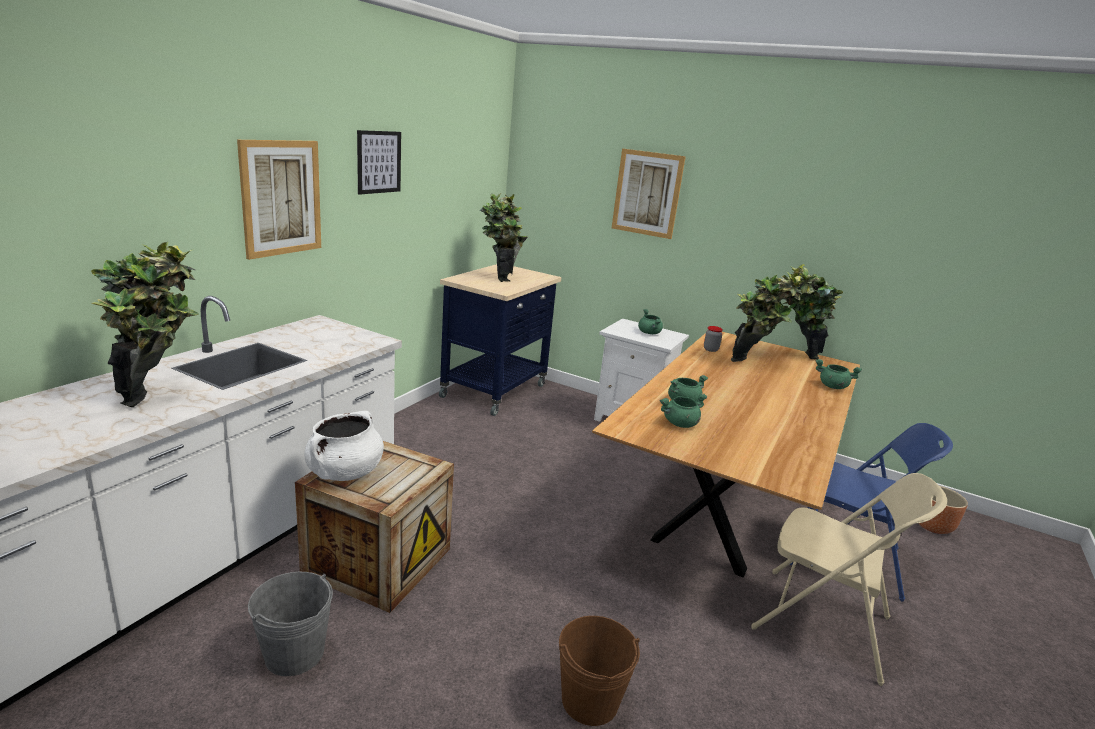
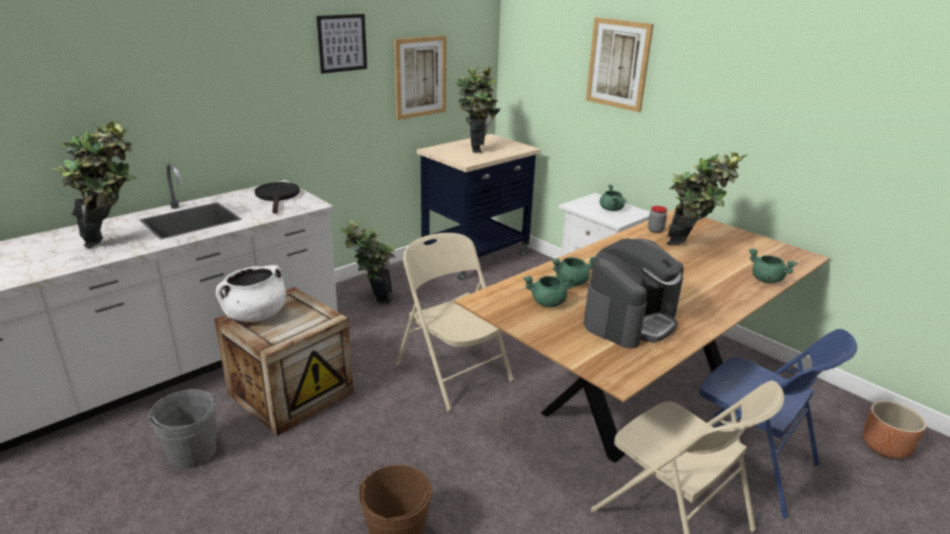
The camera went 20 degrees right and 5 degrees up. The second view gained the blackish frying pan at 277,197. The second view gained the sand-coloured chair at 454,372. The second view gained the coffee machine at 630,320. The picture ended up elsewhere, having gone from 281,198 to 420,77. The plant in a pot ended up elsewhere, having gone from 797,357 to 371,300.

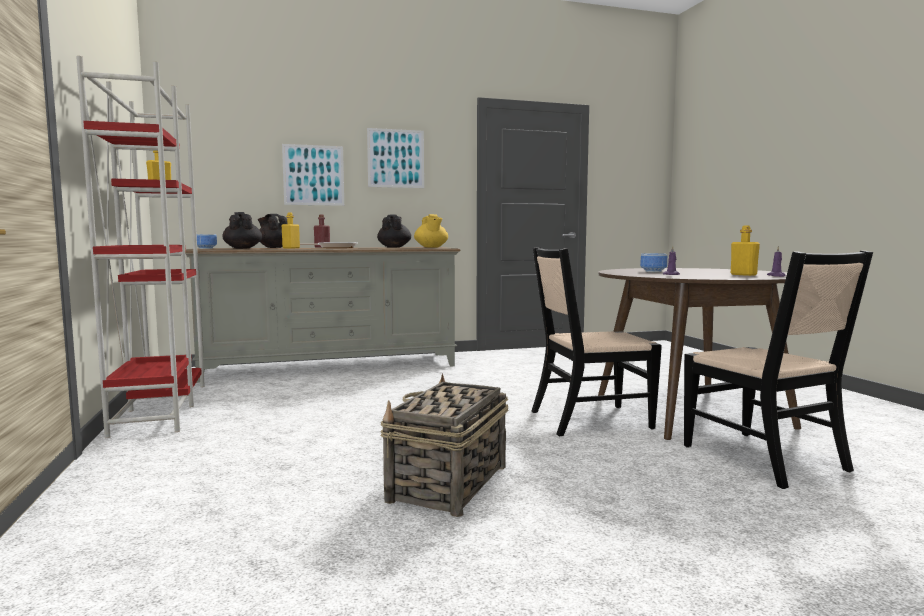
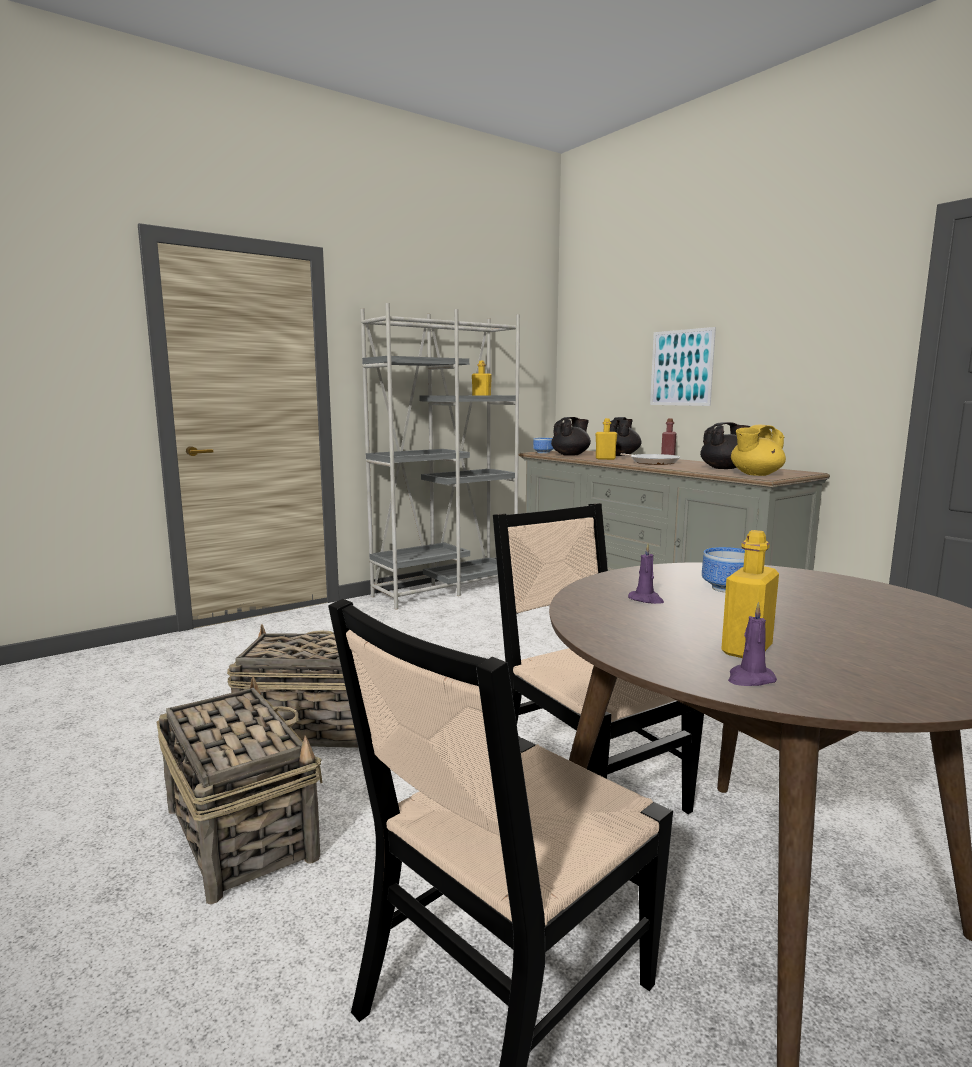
The camera went 70 degrees right and 5 degrees up. The second view lost the picture at 396,158. The second view gained the basket at 240,831. What was the reddish bookcase at 162,408 turned into the greyish bookcase at 447,589.

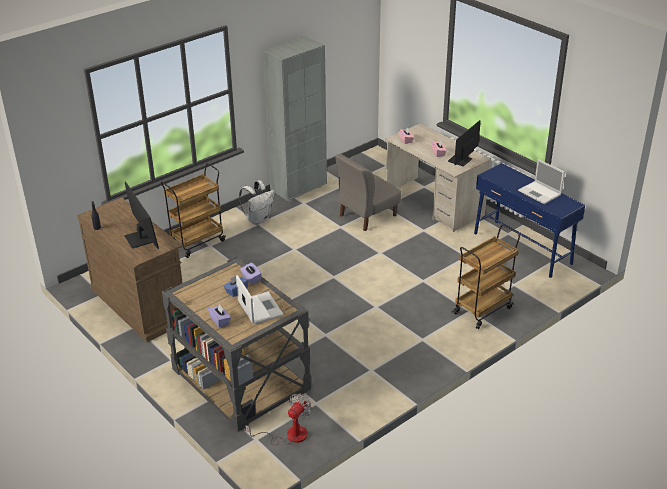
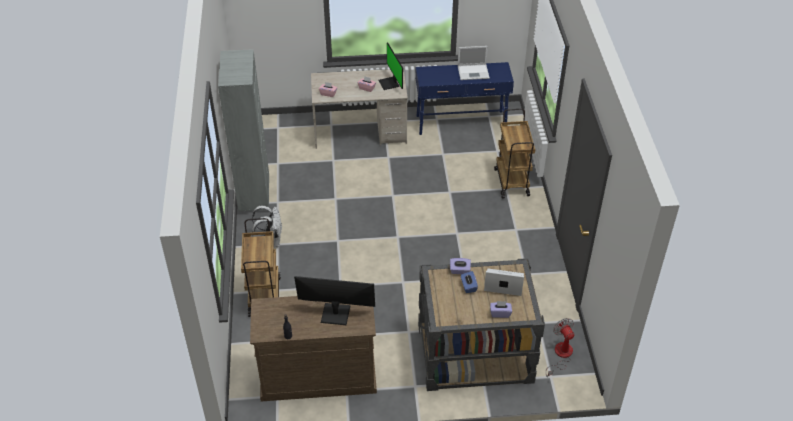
The camera went 55 degrees left and 10 degrees up. The second view lost the greyish chair at 367,215.

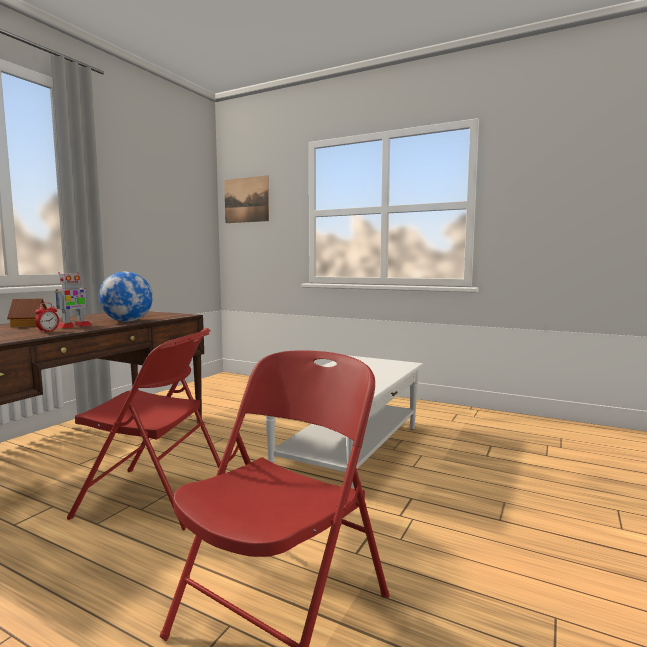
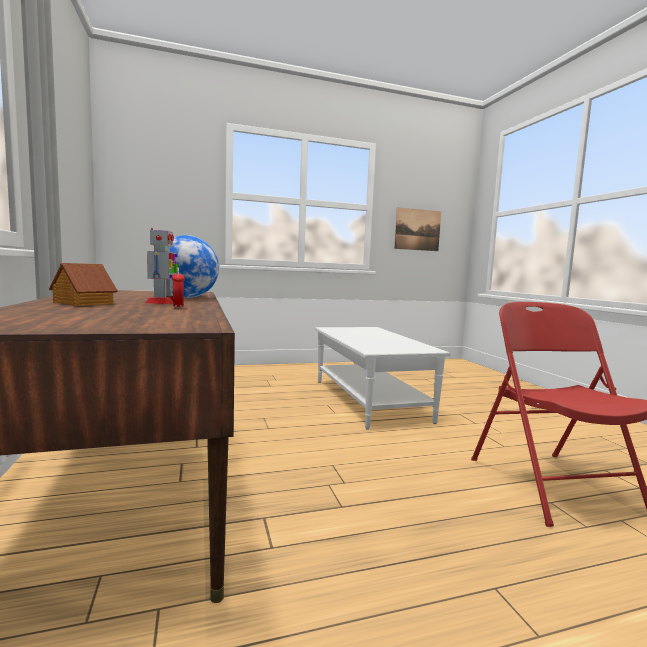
The camera went 45 degrees left and 0 degrees up. The second view lost the reddish chair at 154,496. The picture ended up elsewhere, having gone from 246,200 to 417,229.

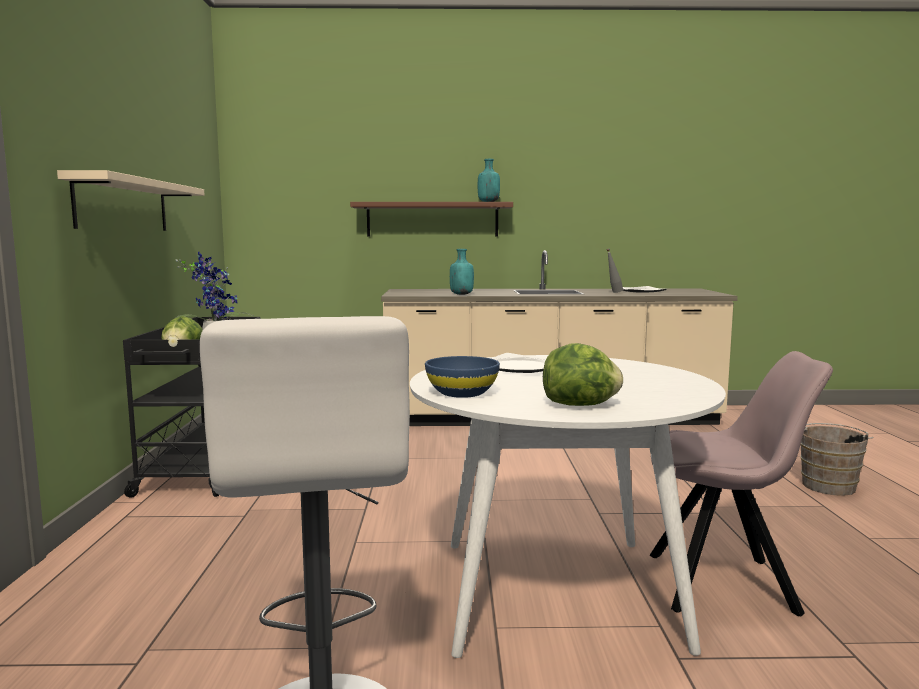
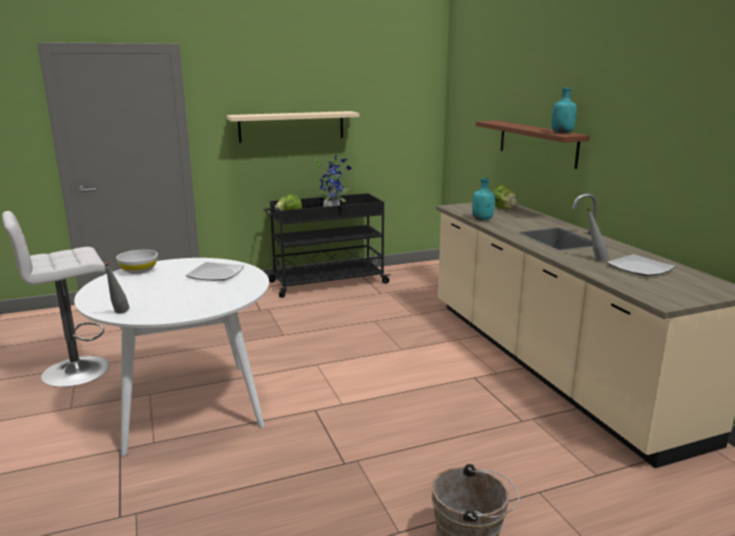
The camera went 70 degrees right and 10 degrees up. The second view lost the pinkish chair at 722,584. The second view gained the greyish bottle at 119,314. The head of lettuce ended up elsewhere, having gone from 580,405 to 503,208. What was the blue-coloured serving bowl at 462,393 turned into the whitish serving bowl at 139,270.

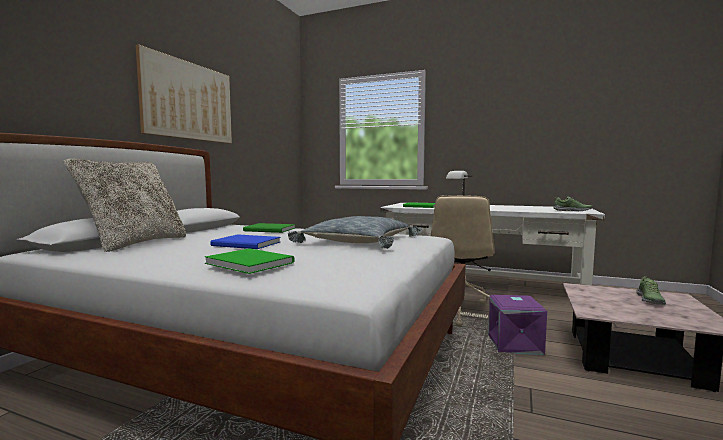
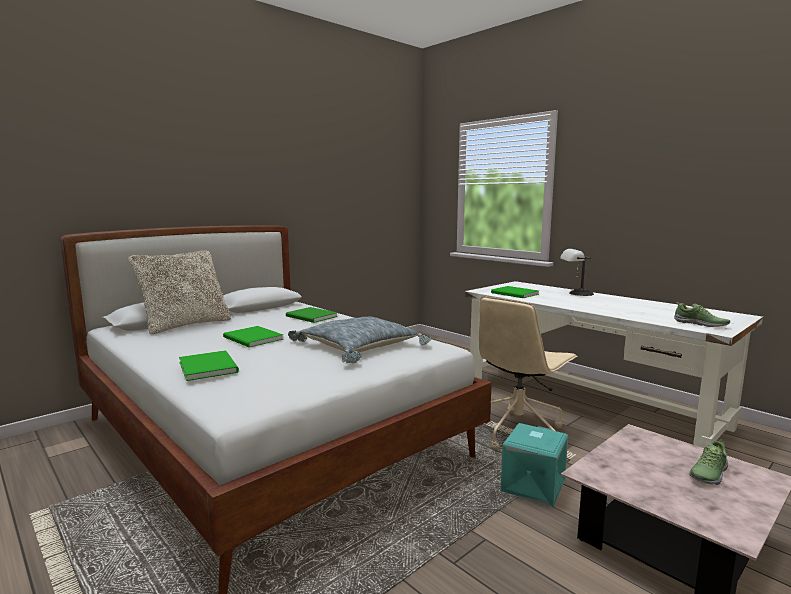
The camera went 25 degrees right and 5 degrees up. The second view lost the picture at 188,101. What was the blue-coloured book at 247,244 turned into the green book at 252,339. What was the purple storage box at 513,344 turned into the turquoise-coloured storage box at 532,485.

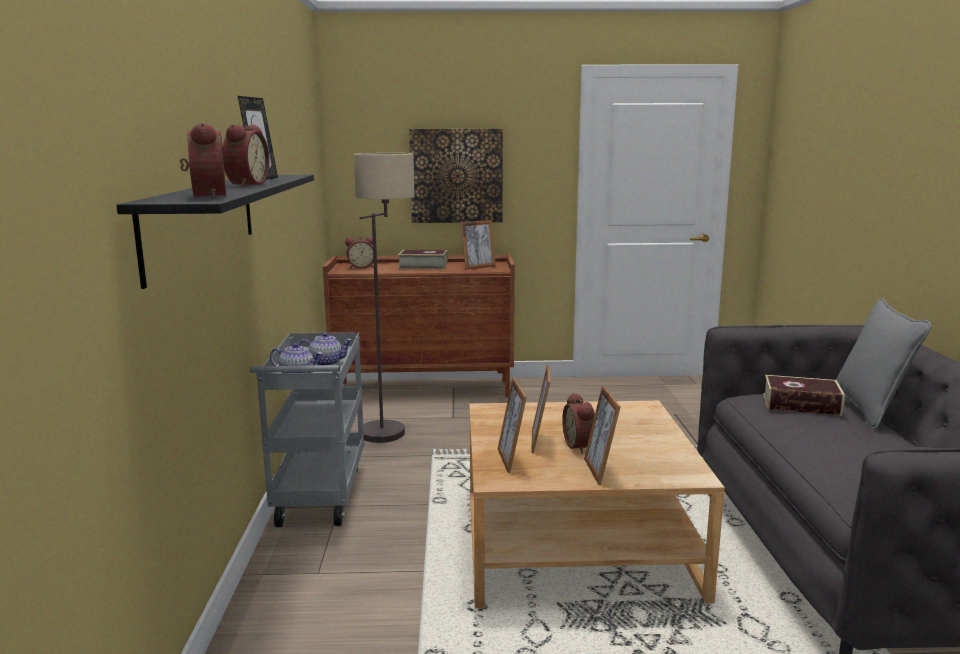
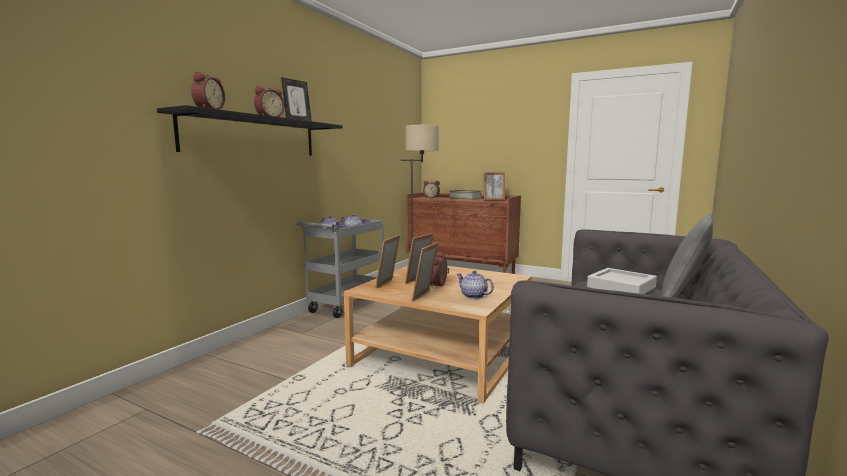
The camera went 30 degrees right and 5 degrees down. The second view lost the picture at 456,176. The second view gained the pot for tea at 473,296. Where the book stood at 801,404, the greyish serving tray came to stand at 621,287.

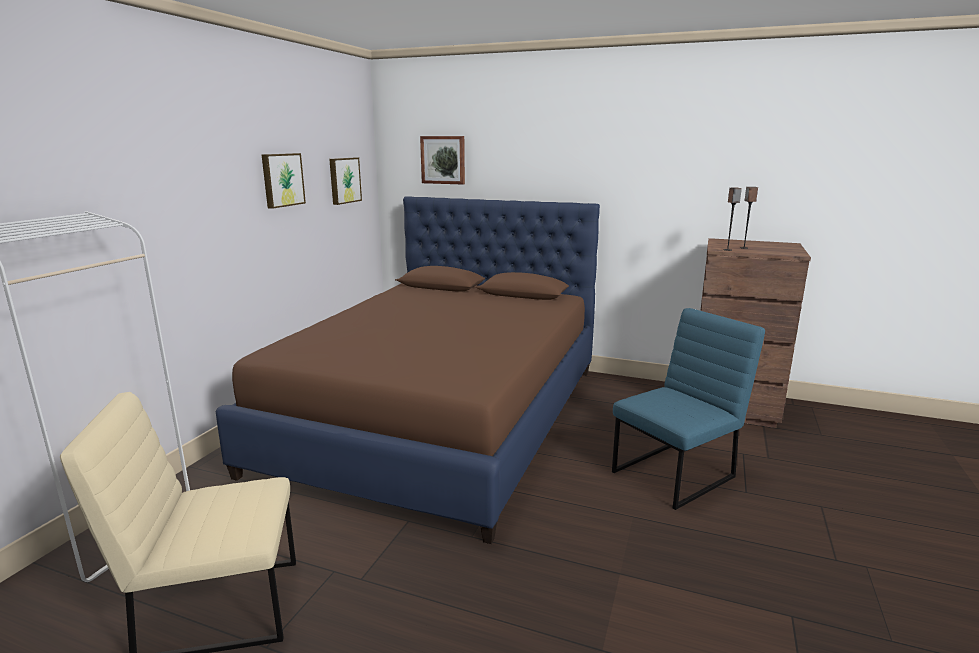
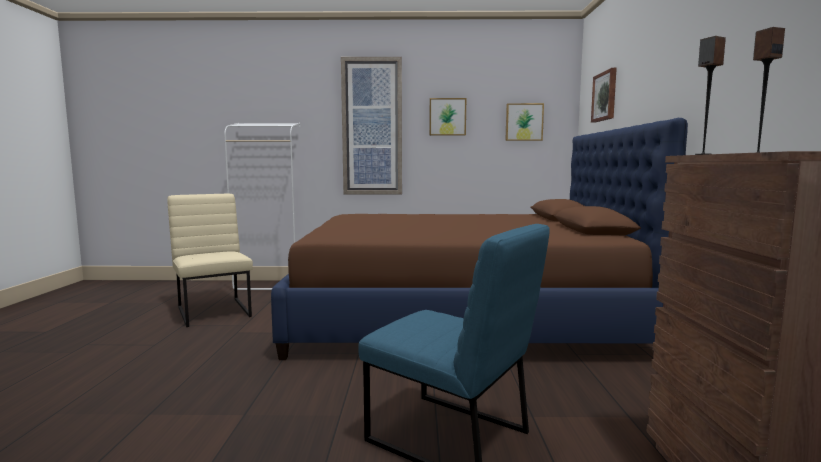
The camera went 70 degrees right and 10 degrees down. The second view gained the picture at 372,127.

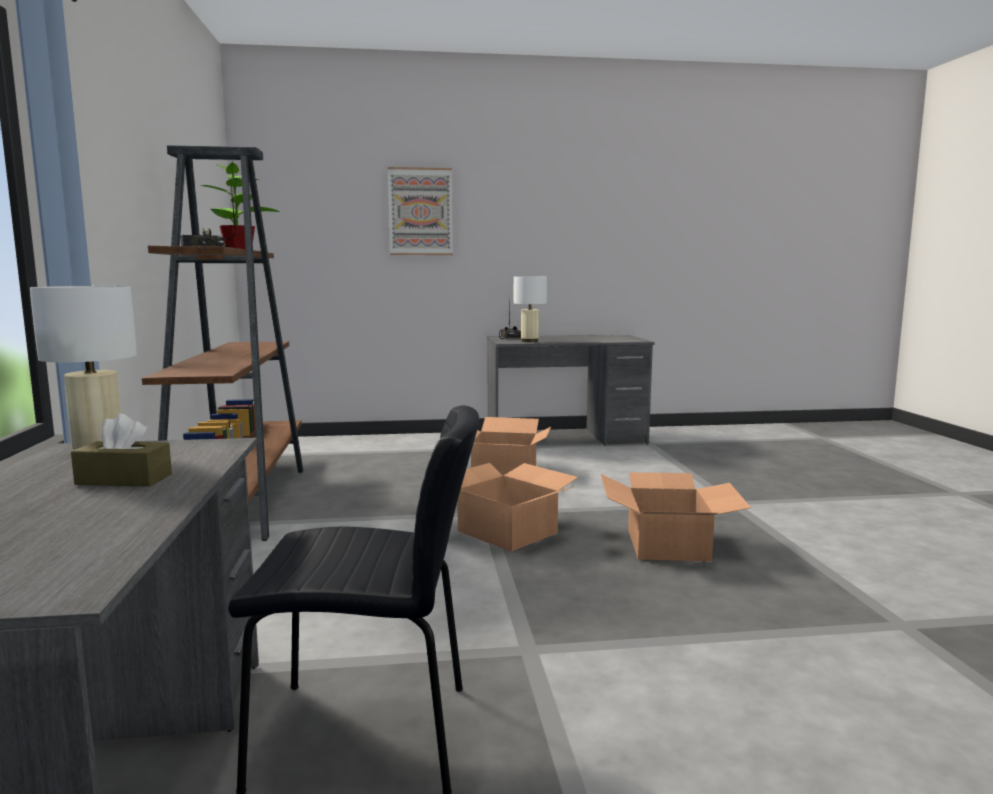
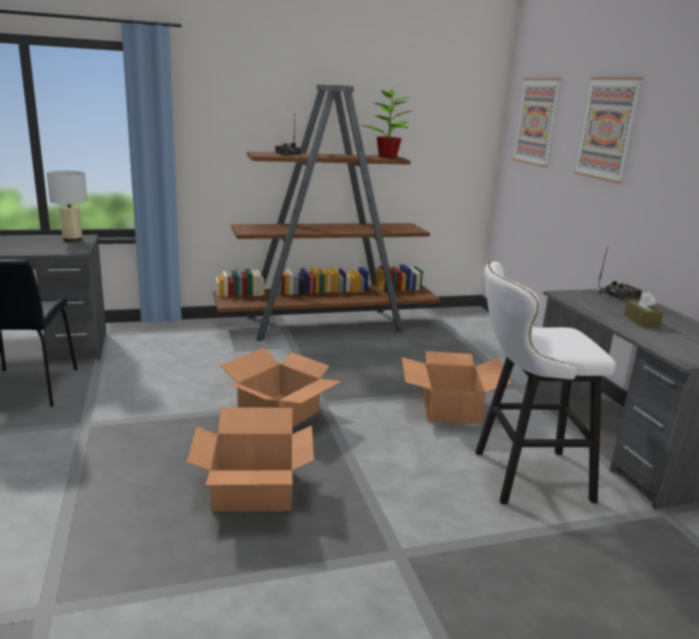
The camera went 80 degrees right and 10 degrees up. The second view lost the whitish table lamp at 530,341. The second view gained the whitish sitting stool at 518,476. The second view gained the picture at 536,121. The brownish tissue holder ended up elsewhere, having gone from 124,479 to 641,321.

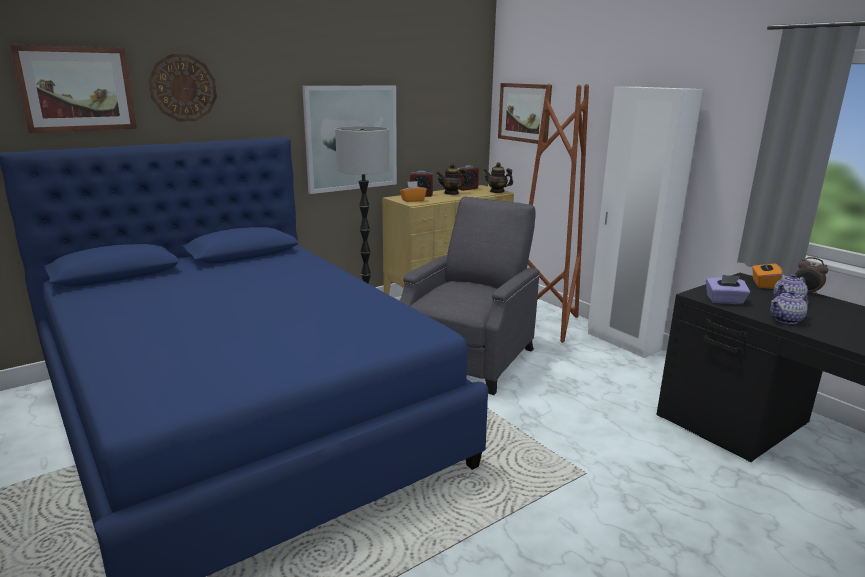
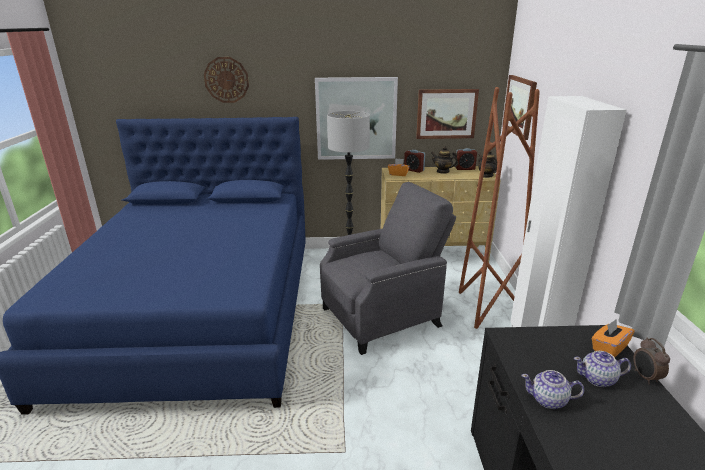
The camera went 35 degrees right and 5 degrees up. The second view lost the purple tissue holder at 725,301. The picture ended up elsewhere, having gone from 77,89 to 446,114.

